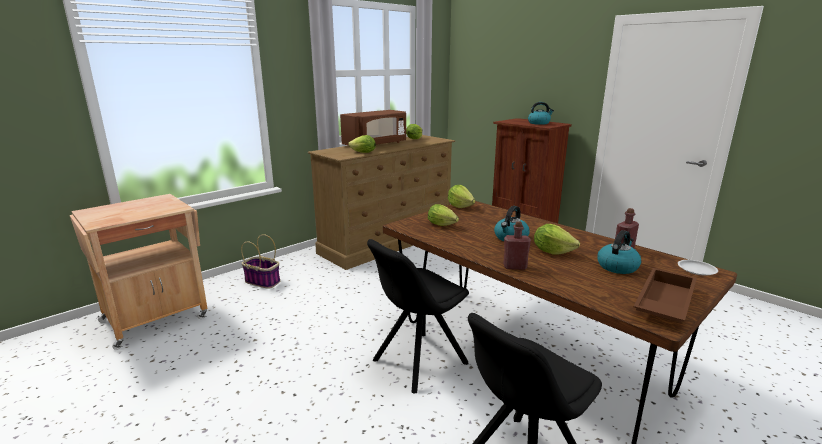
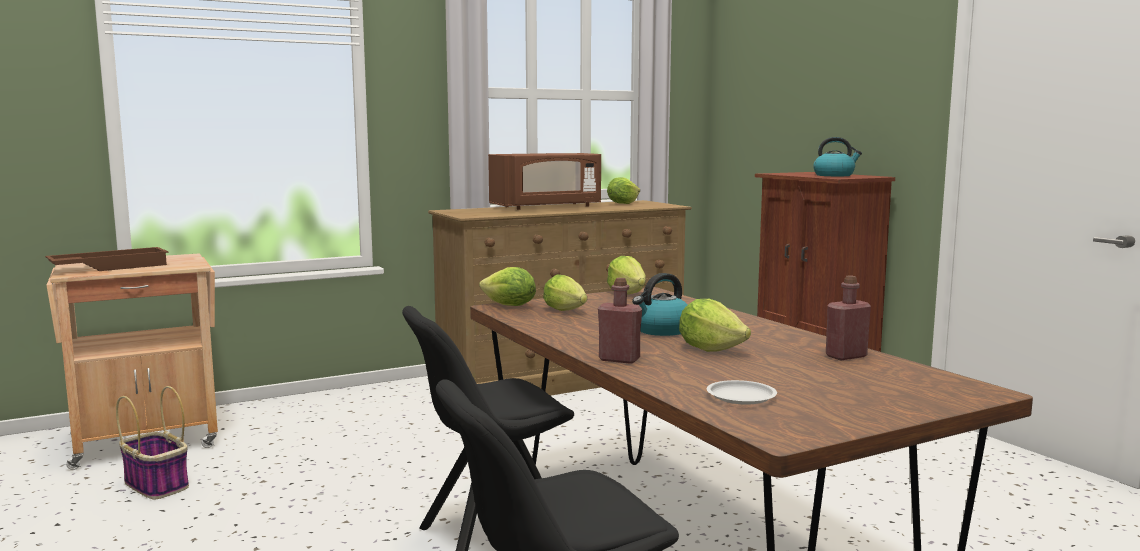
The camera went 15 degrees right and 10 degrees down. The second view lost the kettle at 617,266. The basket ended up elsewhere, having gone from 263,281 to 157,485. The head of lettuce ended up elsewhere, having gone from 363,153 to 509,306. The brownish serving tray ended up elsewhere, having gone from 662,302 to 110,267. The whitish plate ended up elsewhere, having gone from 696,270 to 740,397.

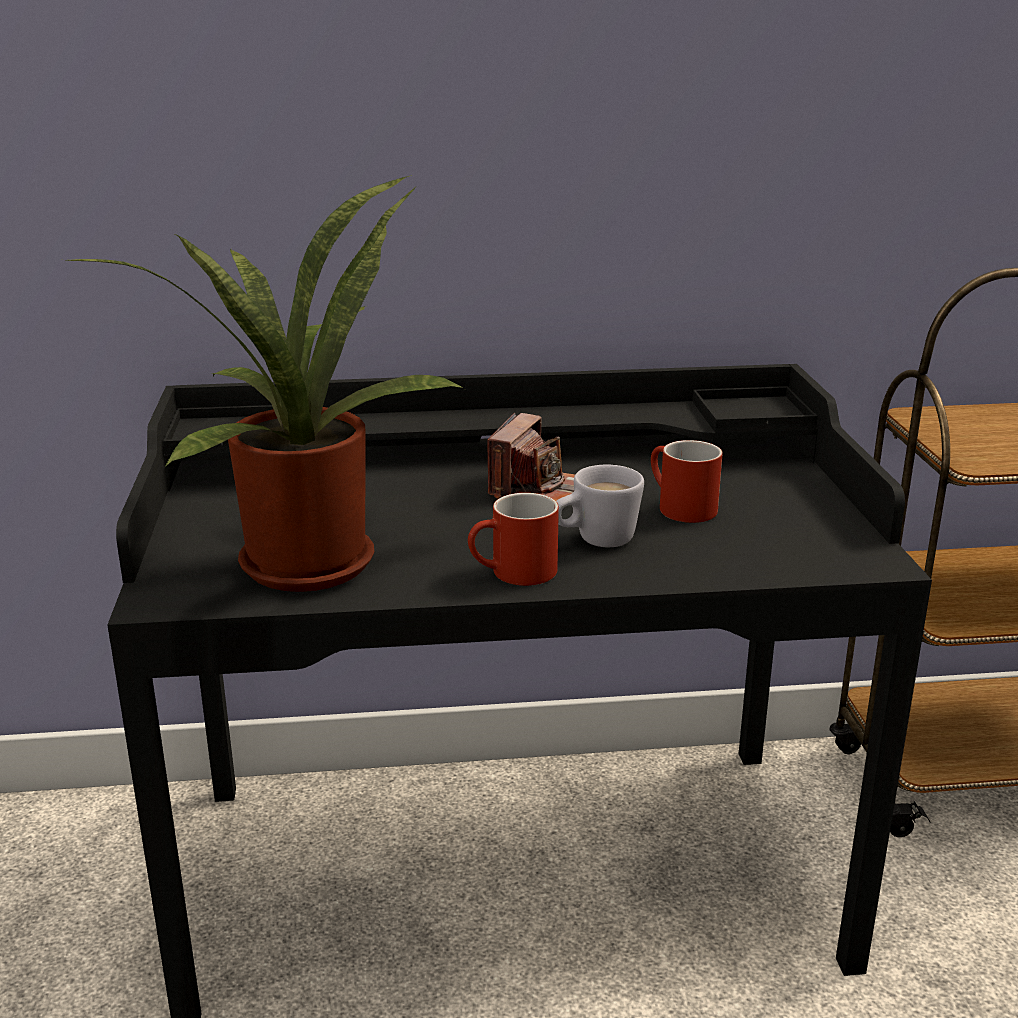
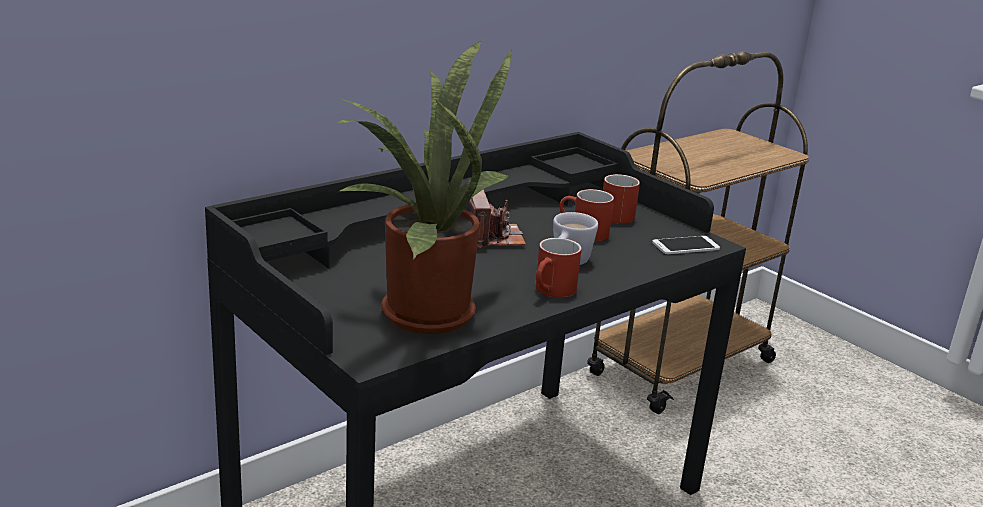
The camera went 35 degrees left and 0 degrees up. The second view gained the reddish coffee mug at 619,215. The second view gained the telephone at 685,246.

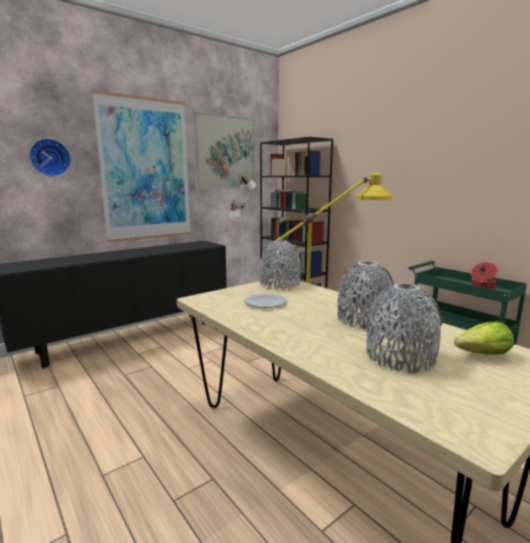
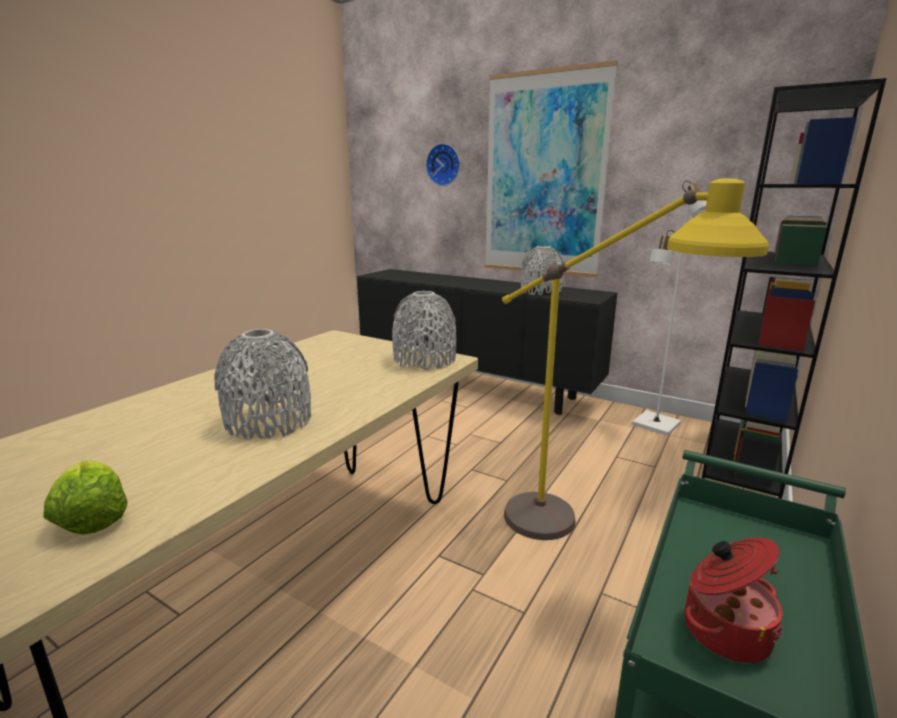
The camera went 70 degrees right and 5 degrees up. The second view lost the picture at 224,153. The second view lost the plate at 265,303. The greyish vase ended up elsewhere, having gone from 400,357 to 540,291.

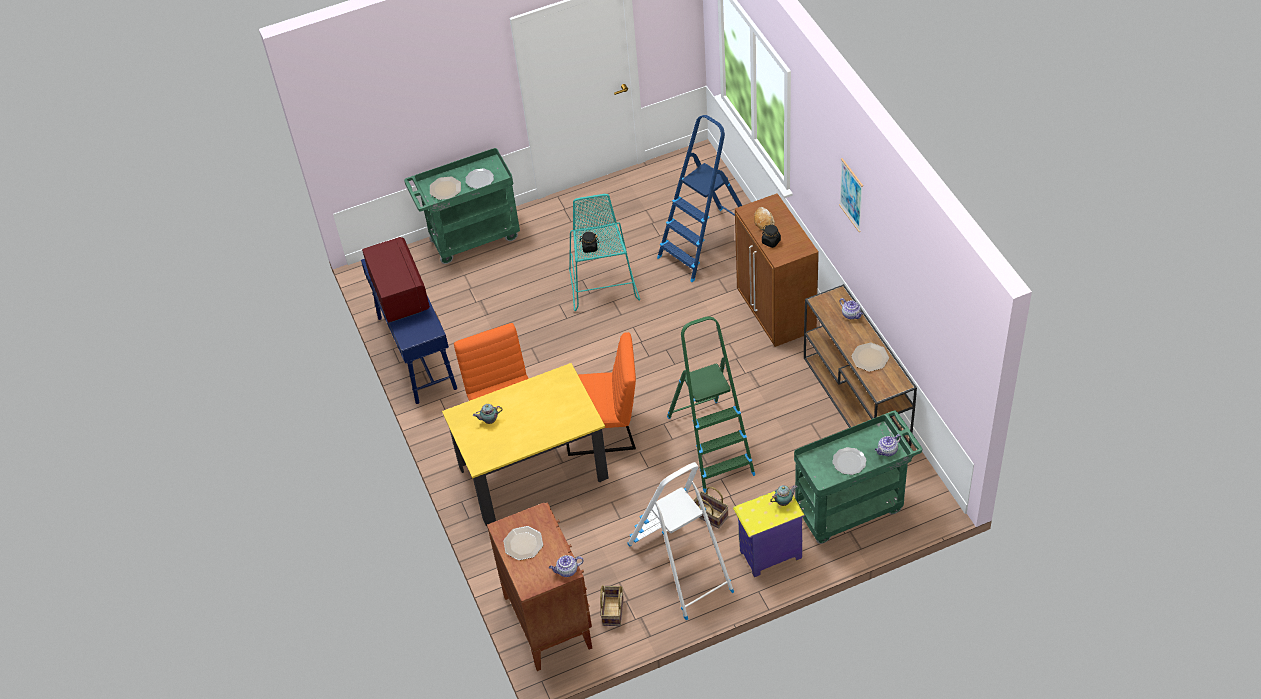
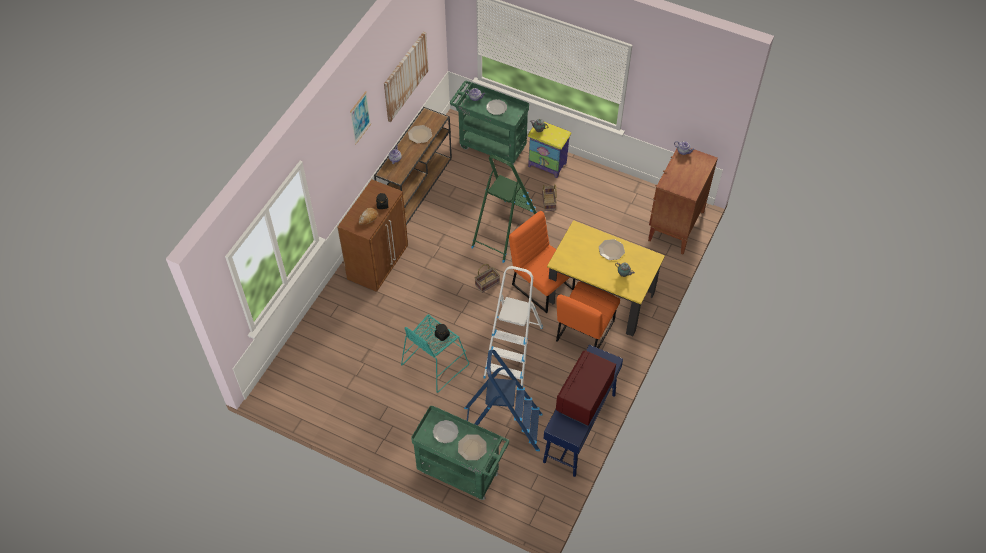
The camera went 135 degrees left and 5 degrees up. The second view gained the picture at 405,76. The plate ended up elsewhere, having gone from 523,543 to 611,250. The basket ended up elsewhere, having gone from 613,612 to 487,283. The whitish stepladder ended up elsewhere, having gone from 679,566 to 513,352. The blue-coloured stepladder ended up elsewhere, having gone from 706,245 to 502,429.

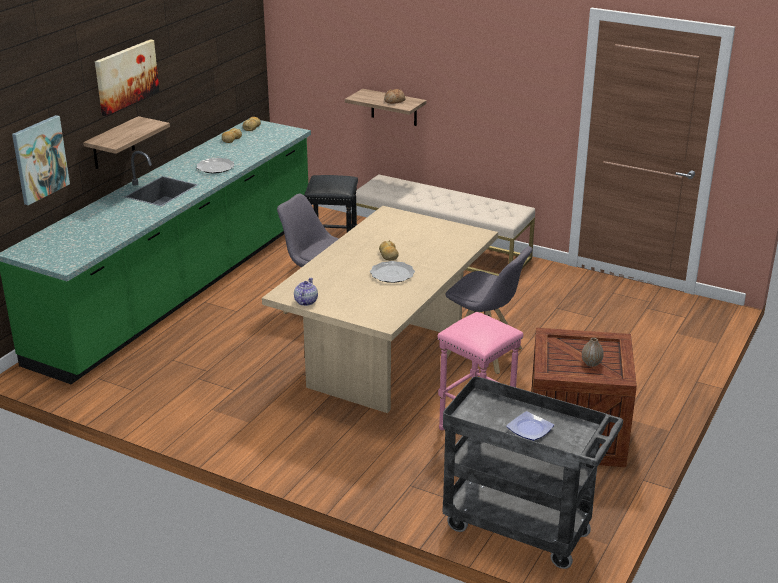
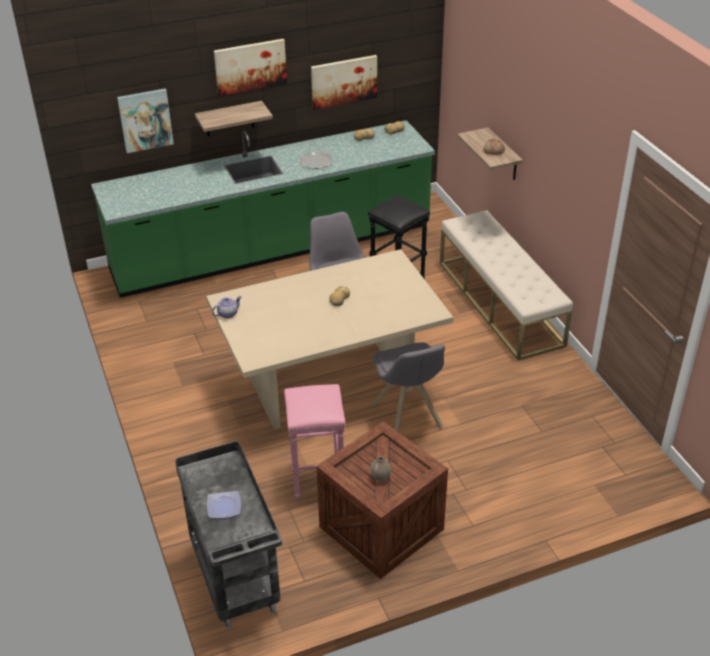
The camera went 40 degrees right and 10 degrees up. The second view lost the plate at 392,274. The second view gained the picture at 343,81.

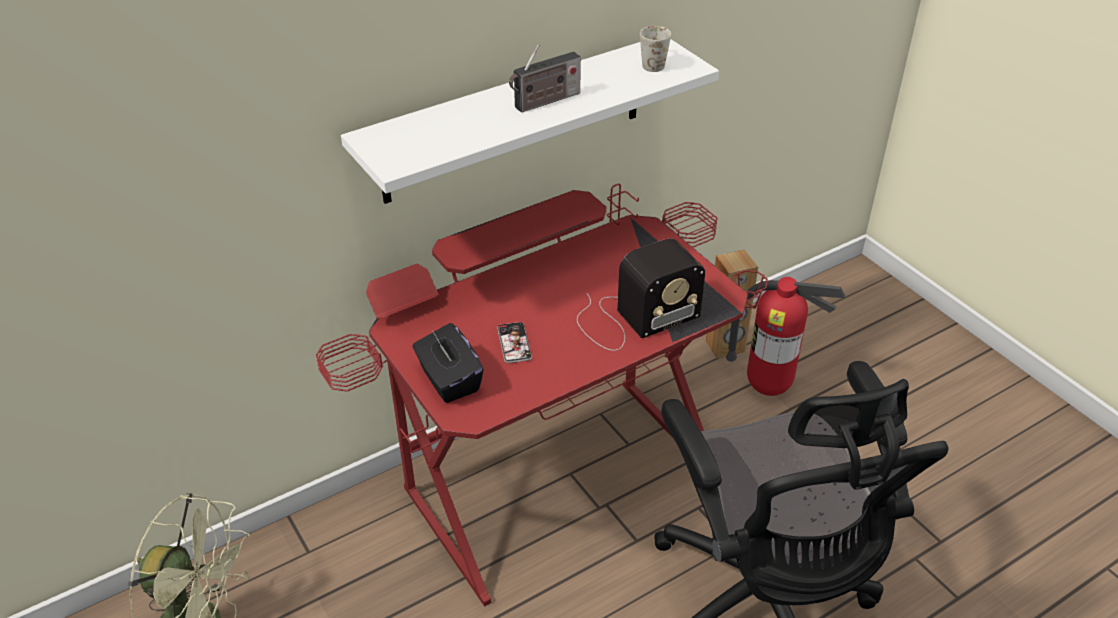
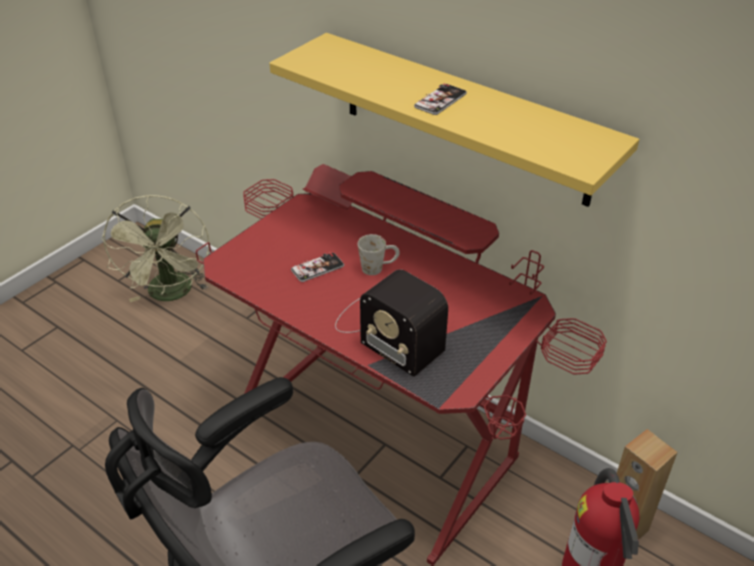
The camera went 70 degrees right and 0 degrees up. The second view lost the blackish tissue holder at 449,380. The whitish coffee mug ended up elsewhere, having gone from 653,63 to 378,267. Where the radio receiver stood at 545,102, the telephone came to stand at 440,100. What was the whitish wall shelf at 514,119 turned into the yellowish wall shelf at 464,118.

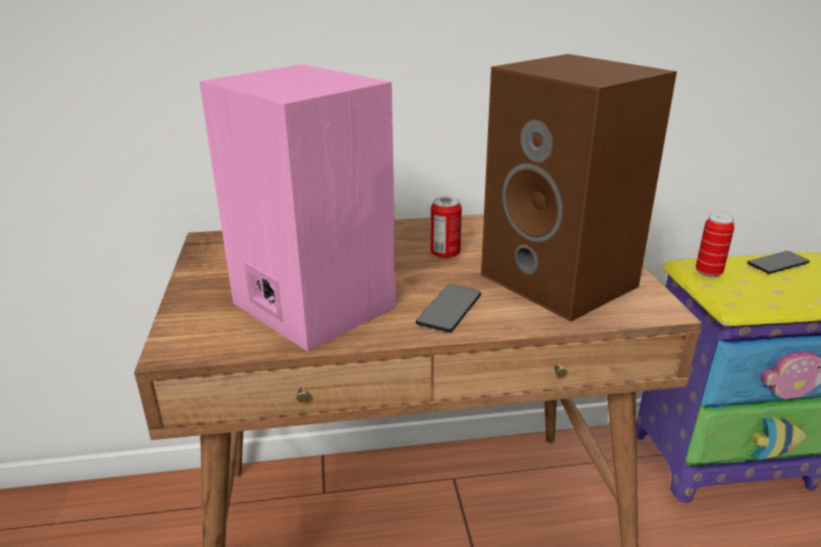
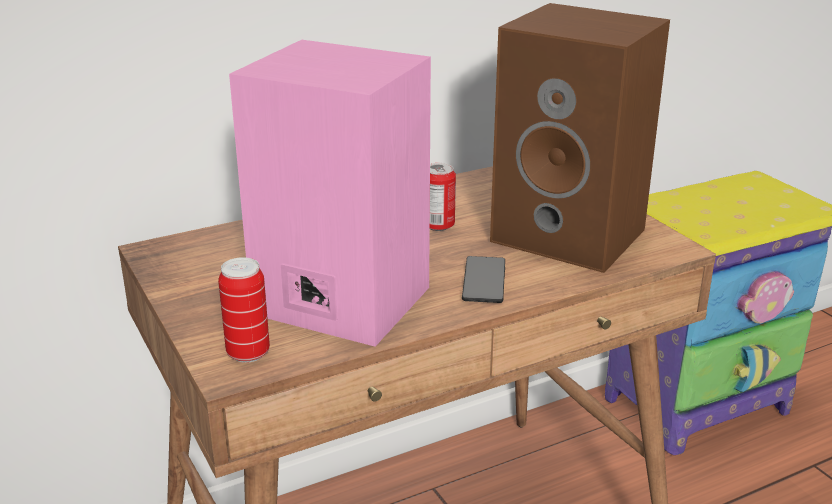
The camera went 20 degrees left and 0 degrees up. The second view lost the telephone at 777,263. The can ended up elsewhere, having gone from 708,272 to 248,353.

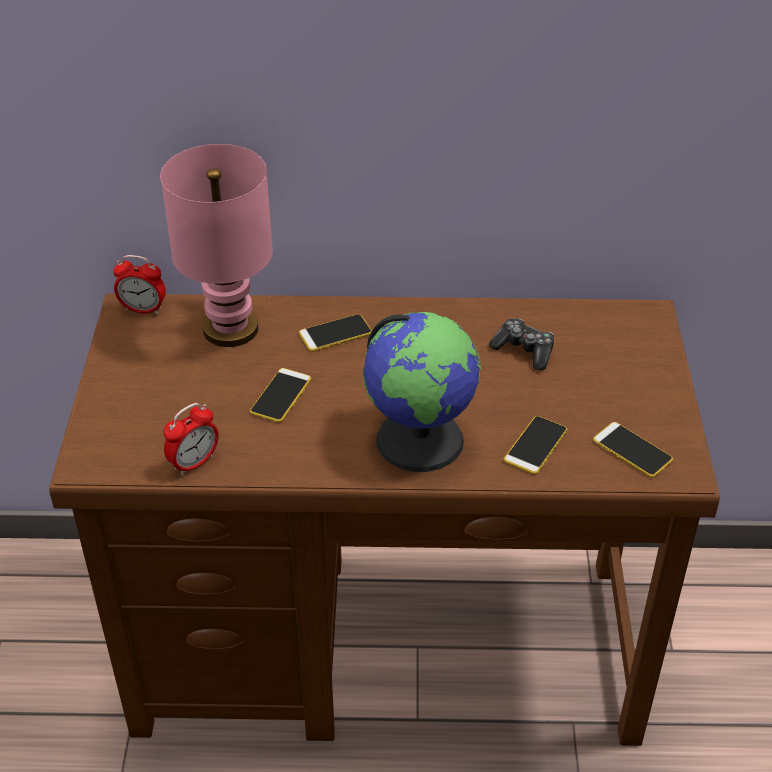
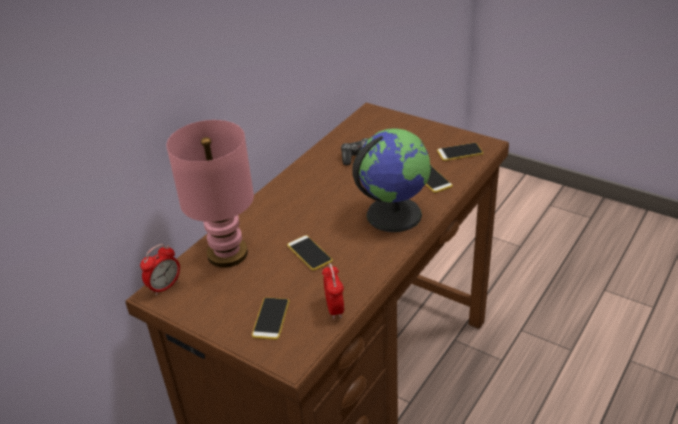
The camera went 55 degrees left and 5 degrees down. The telephone ended up elsewhere, having gone from 335,333 to 271,318.

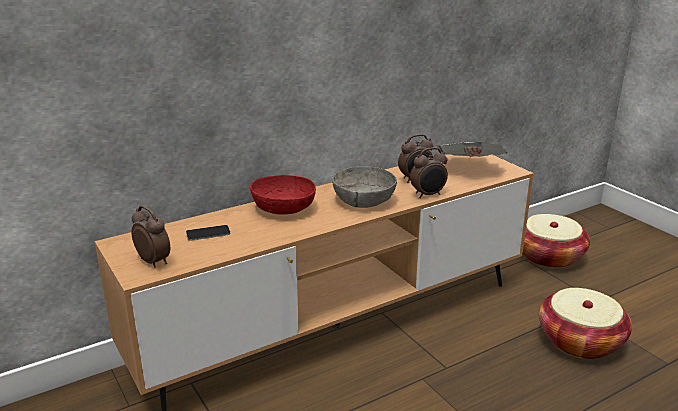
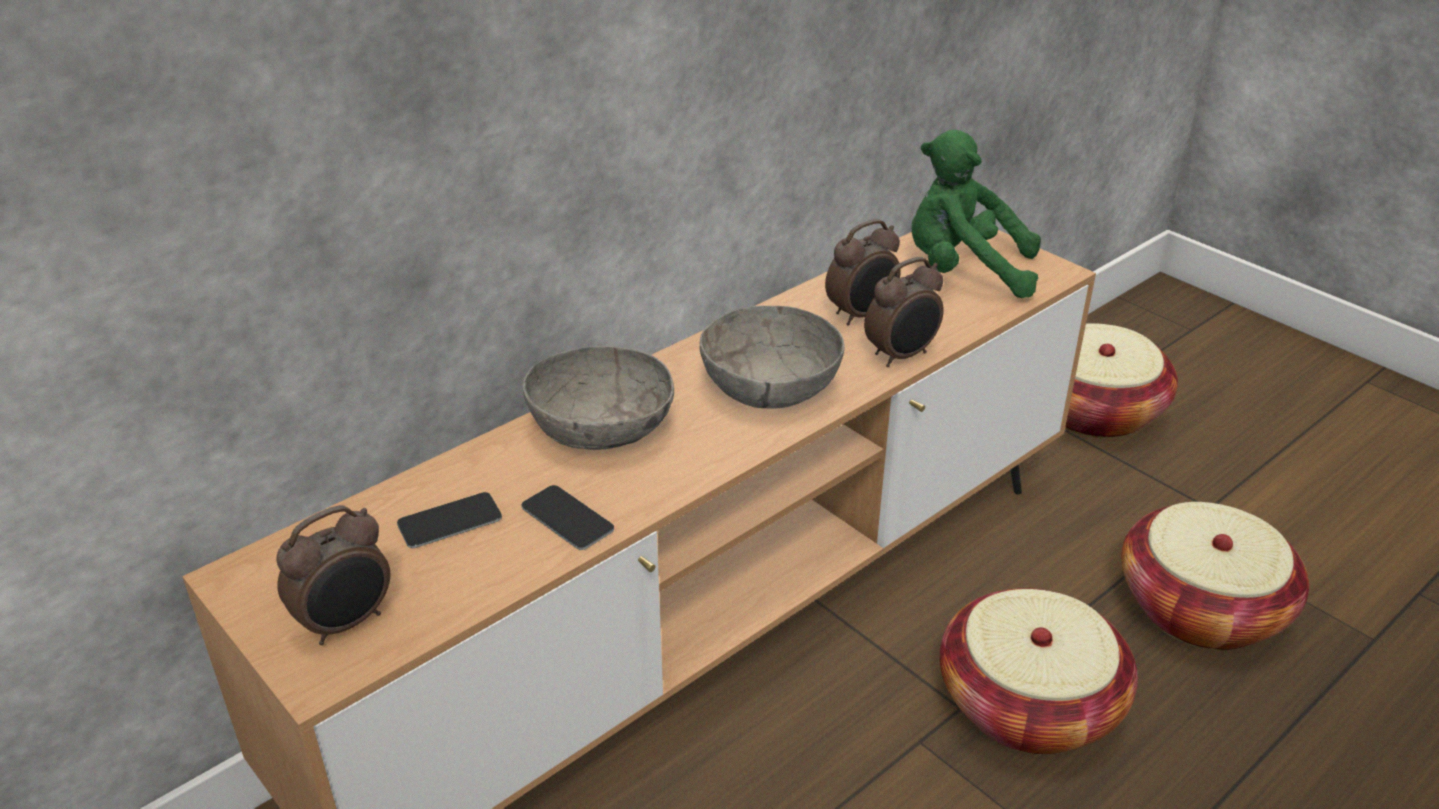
The camera went 10 degrees left and 10 degrees up. The second view gained the telephone at 567,518. The second view gained the basket at 1028,705. Where the newspaper stood at 469,168, the green plush toy came to stand at 964,272. What was the reddish serving bowl at 284,209 turned into the greyish serving bowl at 602,429. The table clock at 154,261 ended up facing another way, 105 degrees clockwise from before.

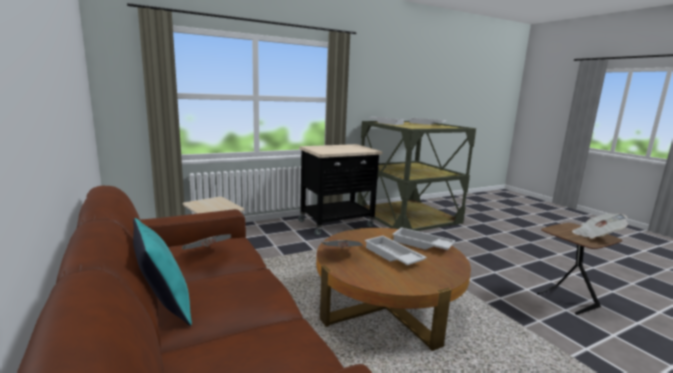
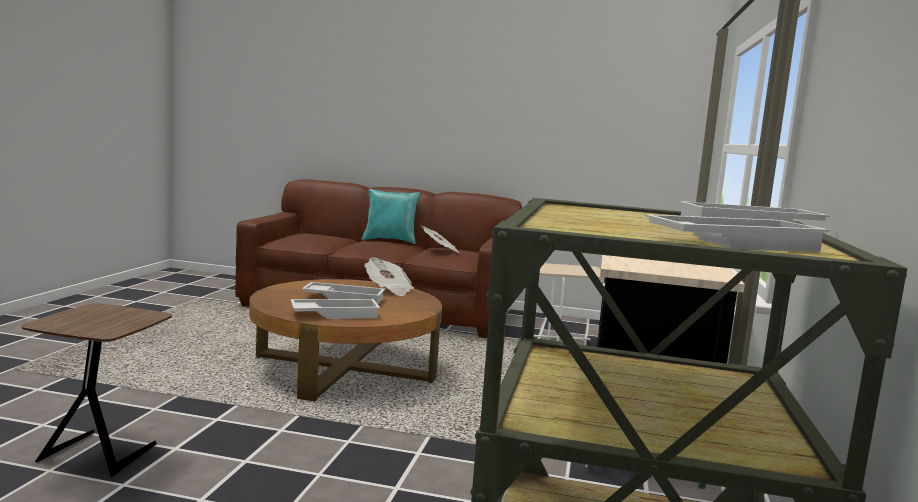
The camera went 130 degrees right and 5 degrees down. The second view lost the newspaper at 596,236.

